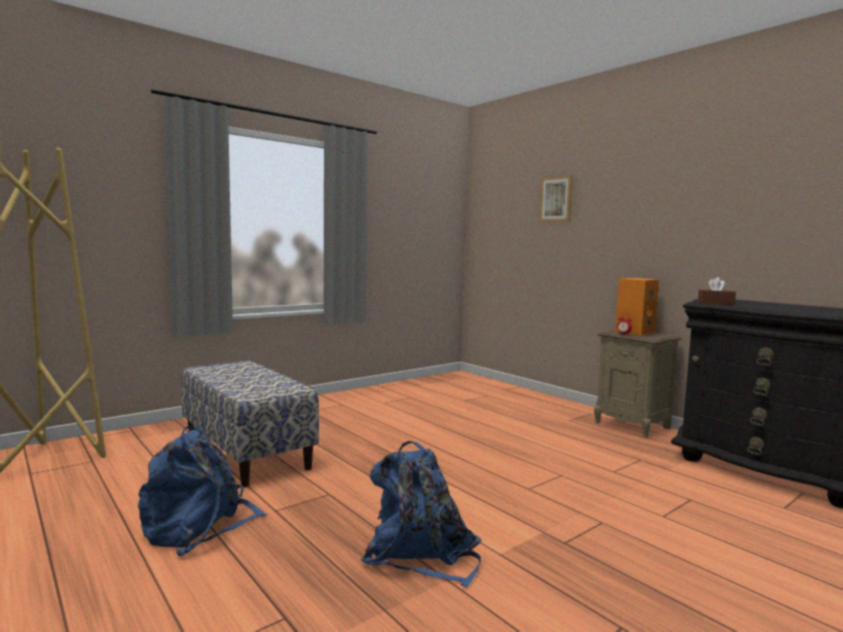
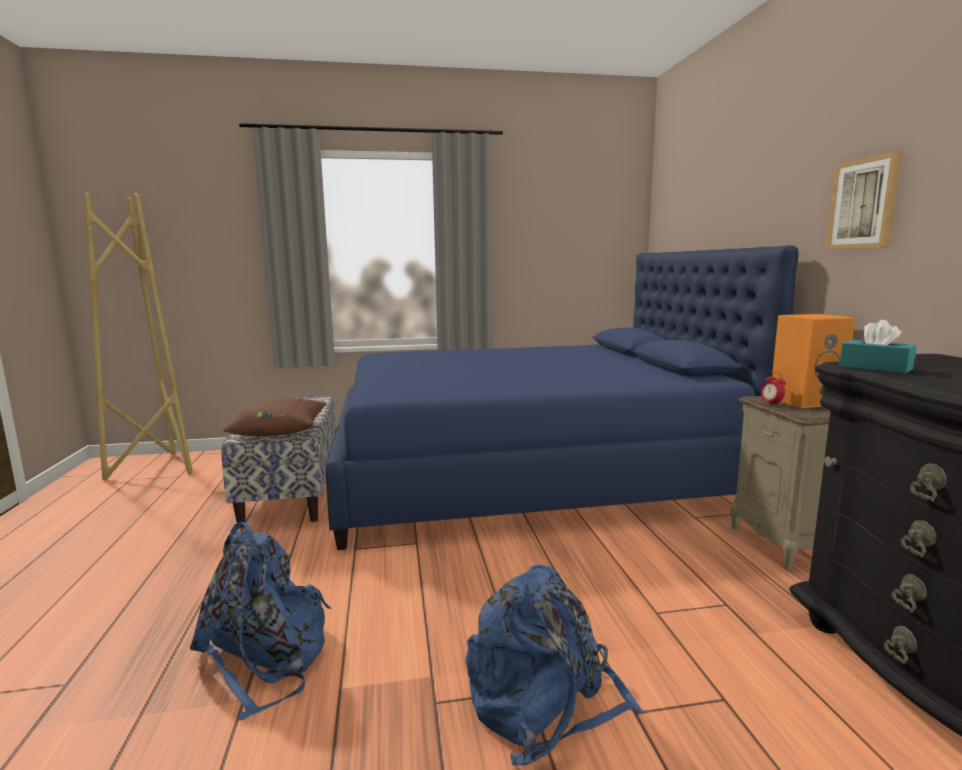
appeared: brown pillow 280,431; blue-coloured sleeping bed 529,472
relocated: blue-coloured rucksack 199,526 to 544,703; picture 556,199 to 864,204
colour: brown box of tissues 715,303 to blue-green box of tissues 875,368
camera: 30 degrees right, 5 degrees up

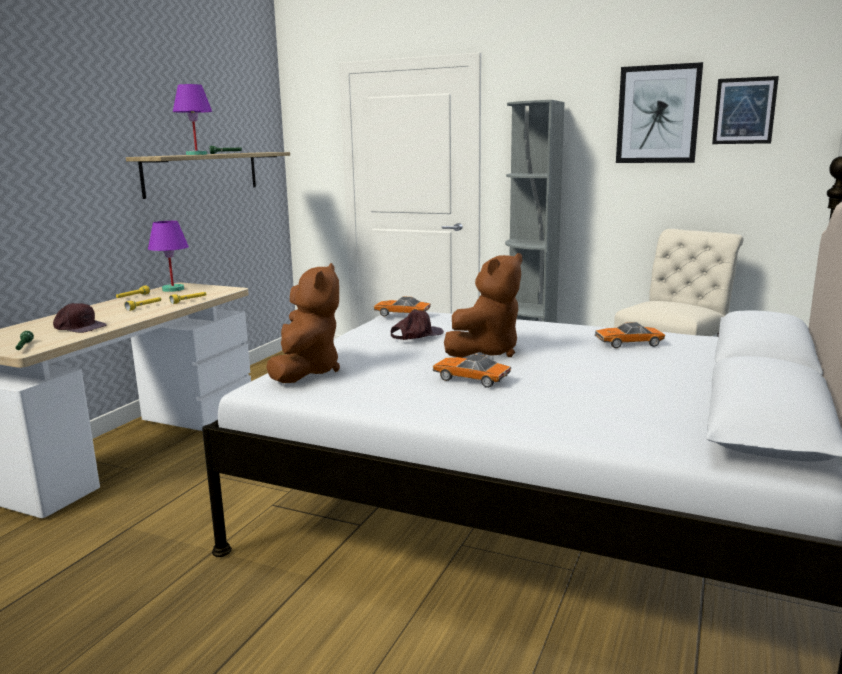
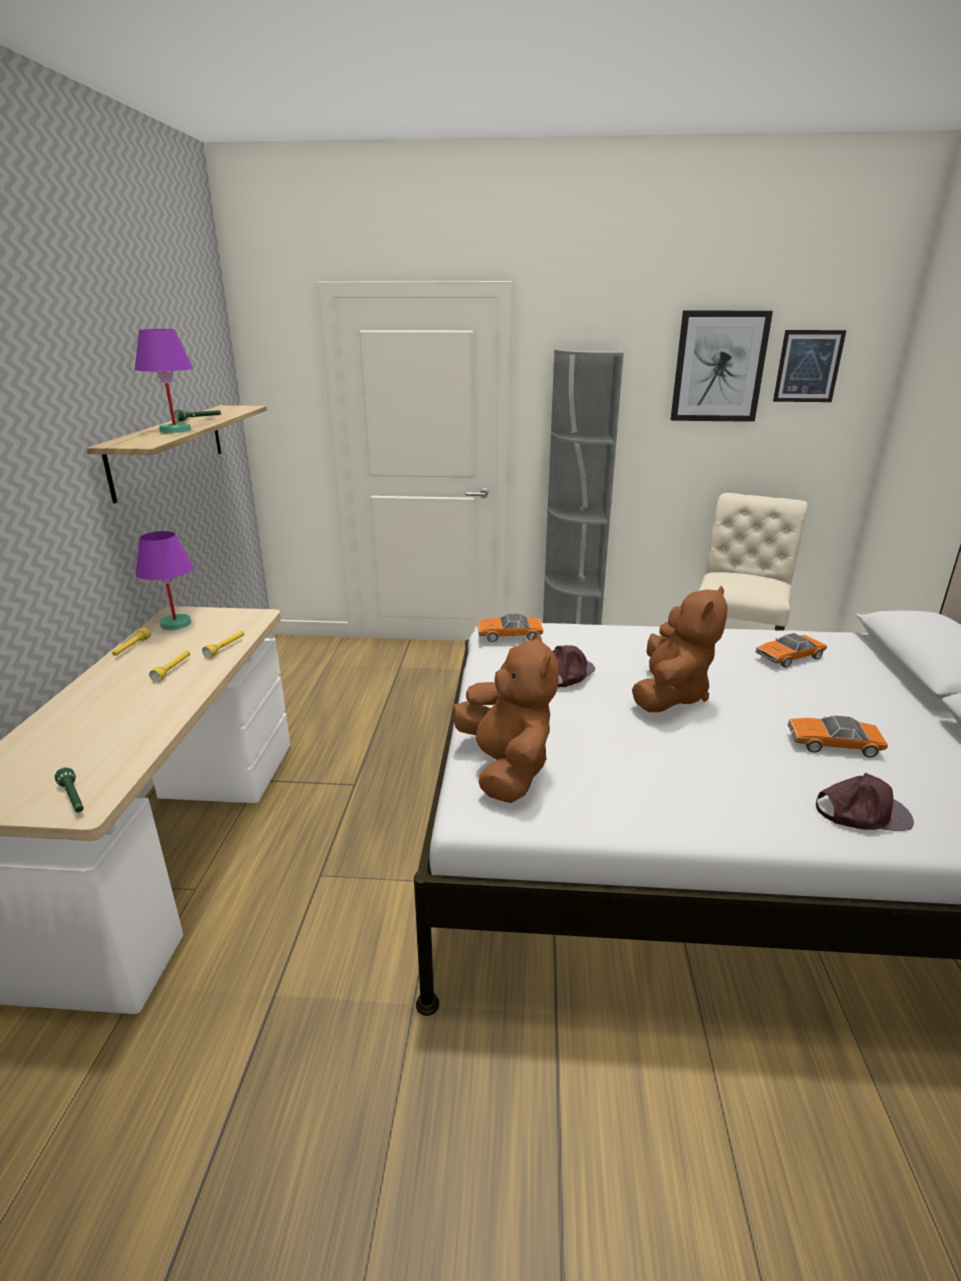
relocated: model car 471,379 to 833,744; brown baseball cap 79,327 to 862,812
camera: 20 degrees left, 10 degrees up

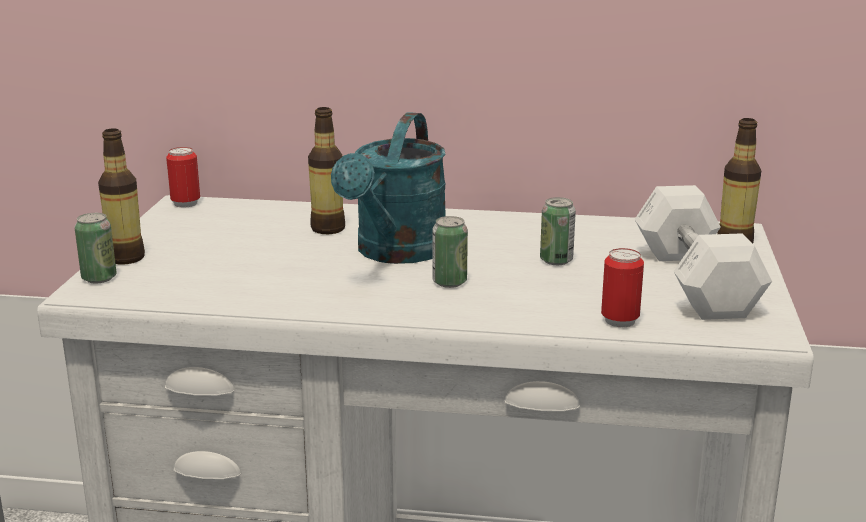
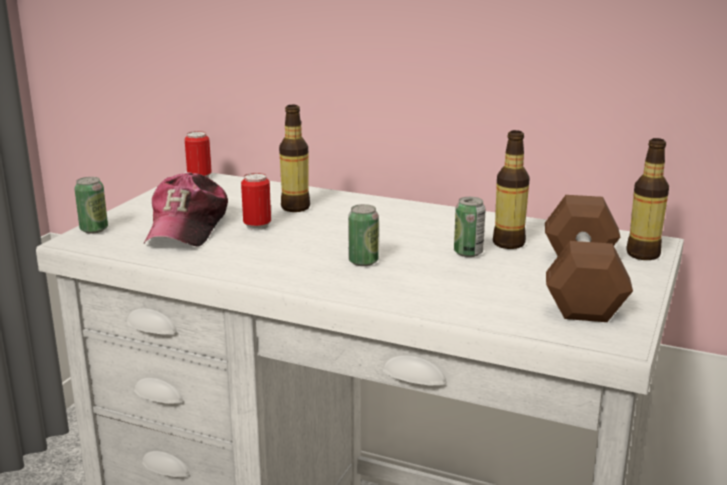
missing: blue-green watering can 396,253
appeared: baseball cap 187,227
relocated: metal can 619,321 to 257,226; bottle 126,258 to 508,243
colour: white hand weight 695,281 to brown hand weight 581,284
camera: 15 degrees right, 0 degrees up

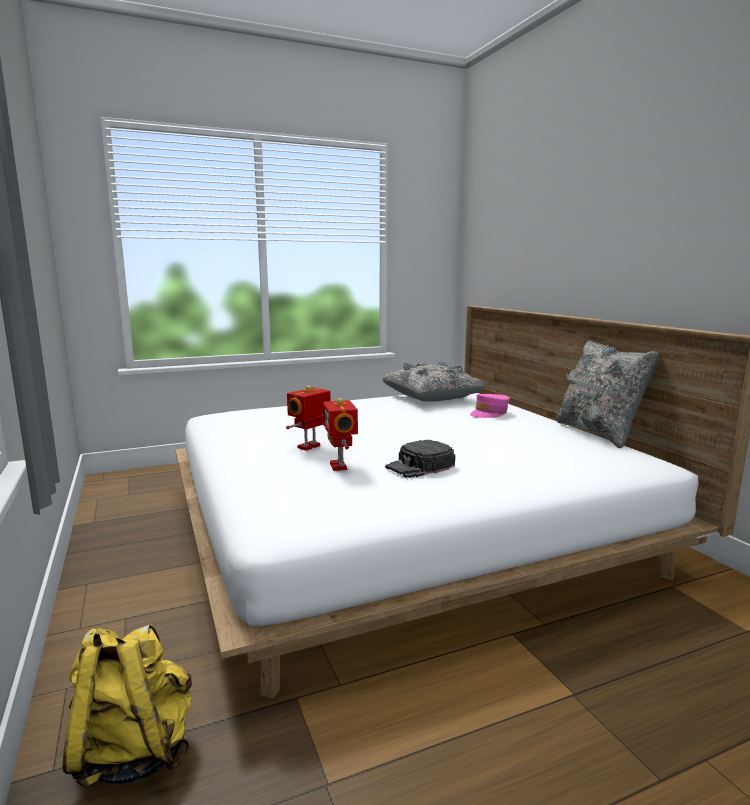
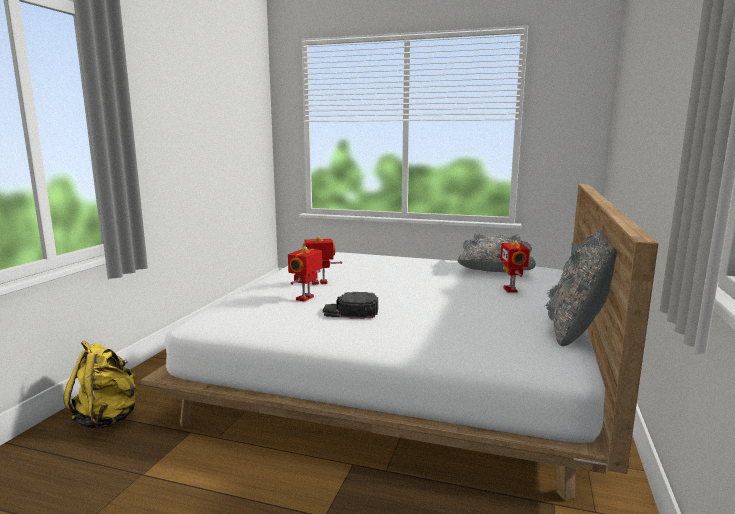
exchanged: pink-coloured baseball cap 489,413 to model robot 511,290
camera: 40 degrees right, 0 degrees up

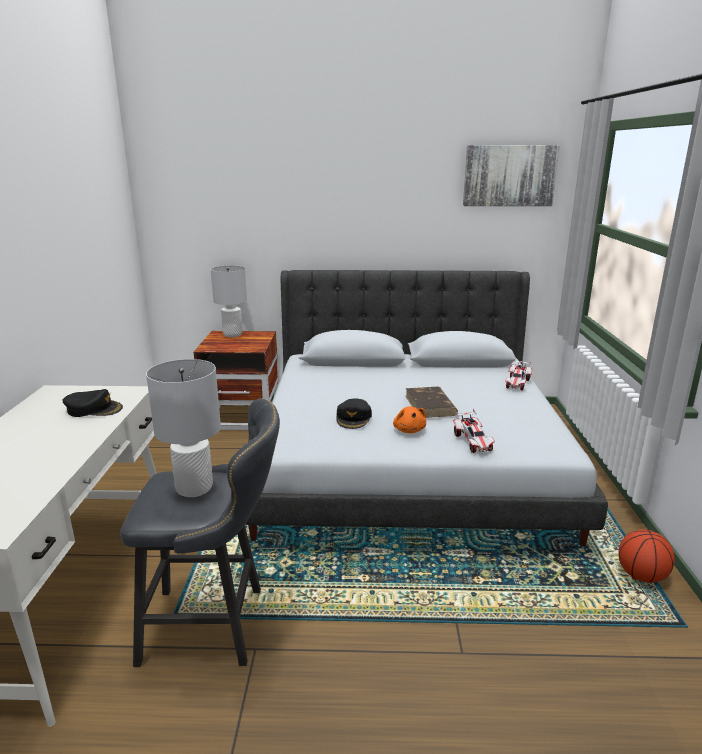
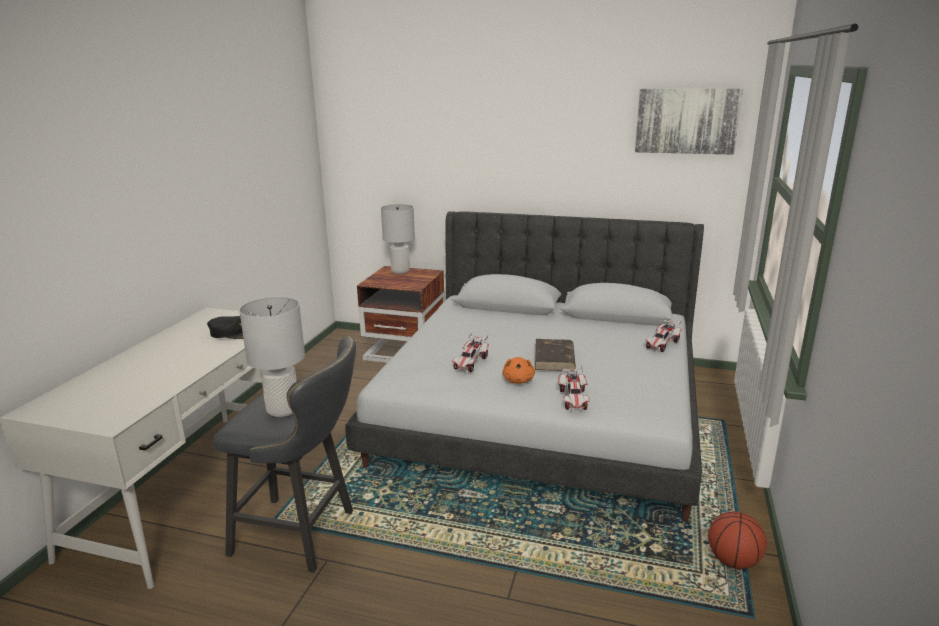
exchanged: blackish baseball cap 354,418 to model car 470,363
camera: 15 degrees right, 0 degrees up

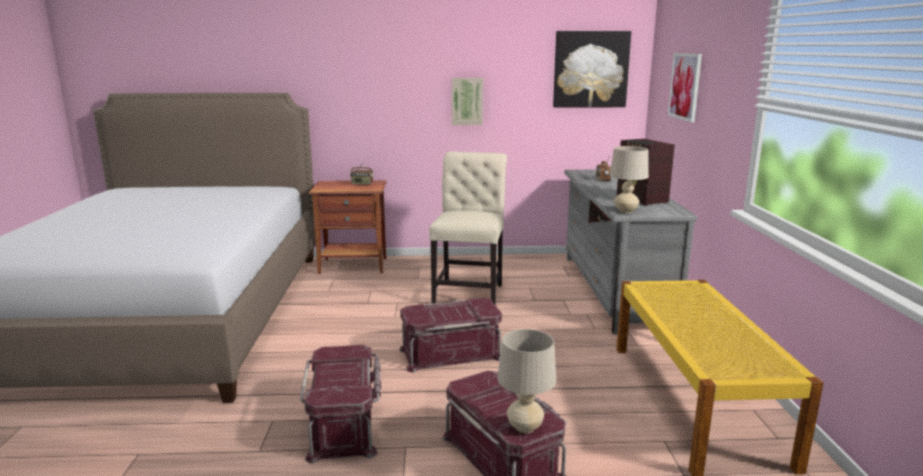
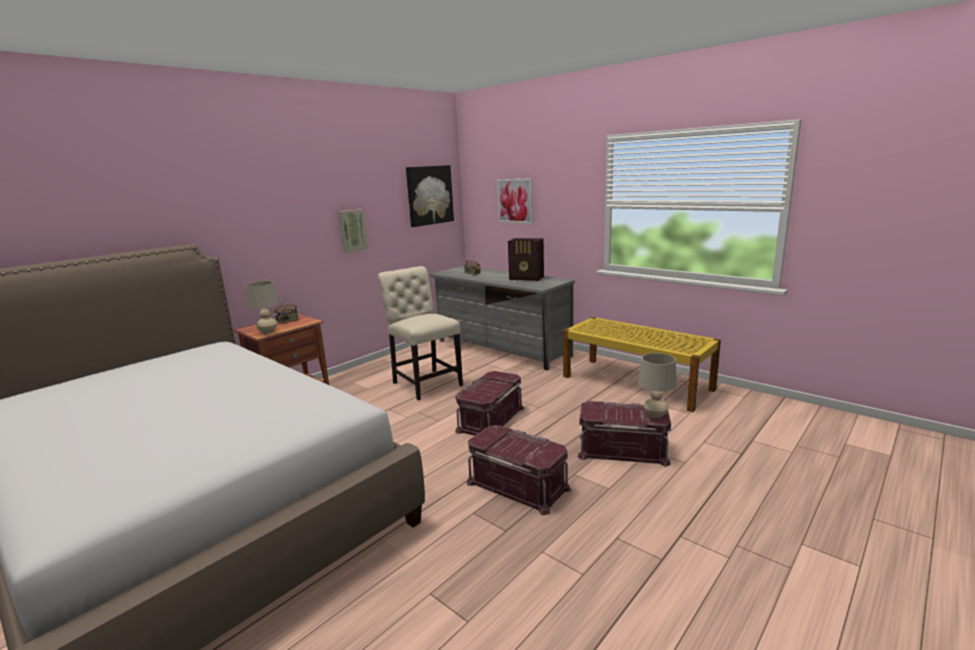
relocated: beige lamp for a table 626,211 to 268,332
camera: 45 degrees left, 0 degrees up

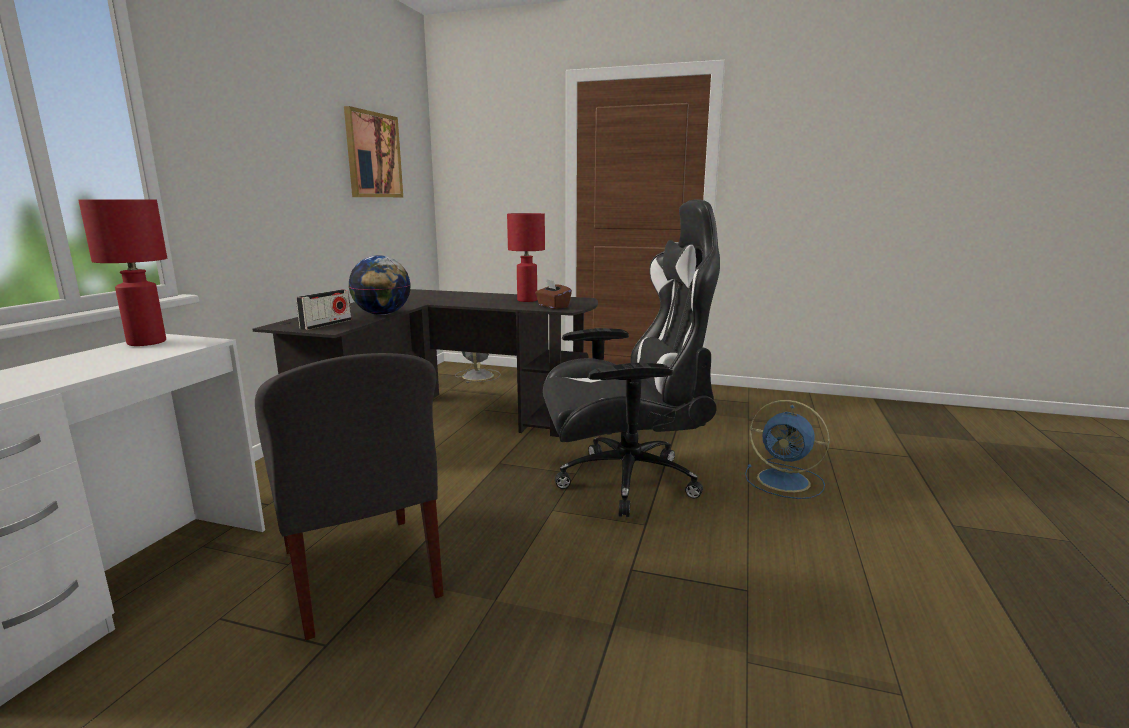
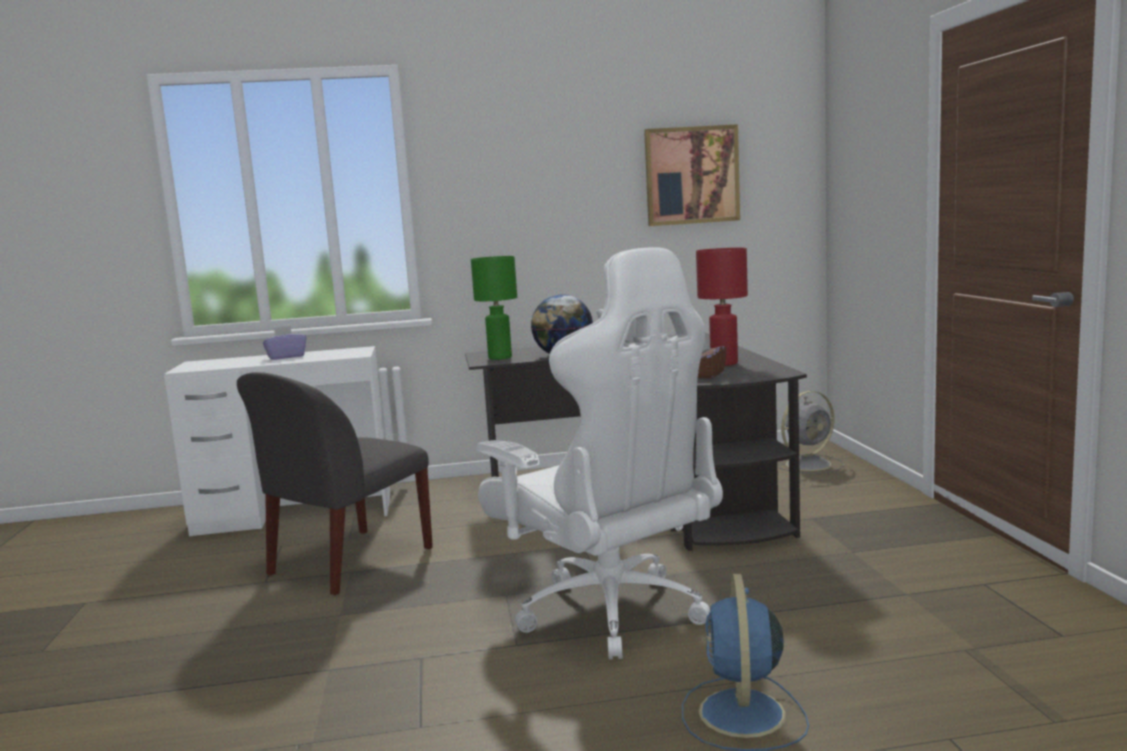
missing: red lamp for a table 147,342
appeared: purplish box of tissues 286,357
exchanged: radio 326,324 to greenish lamp for a table 500,357
colour: blackish computer chair 619,482 to white computer chair 603,609
camera: 65 degrees right, 5 degrees down

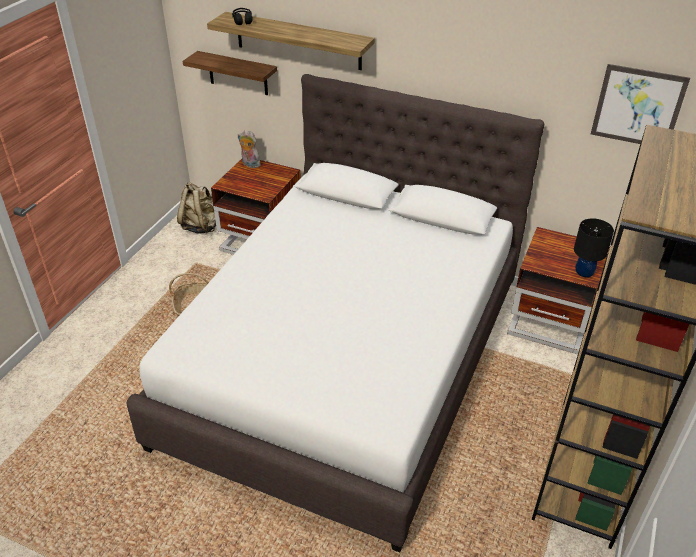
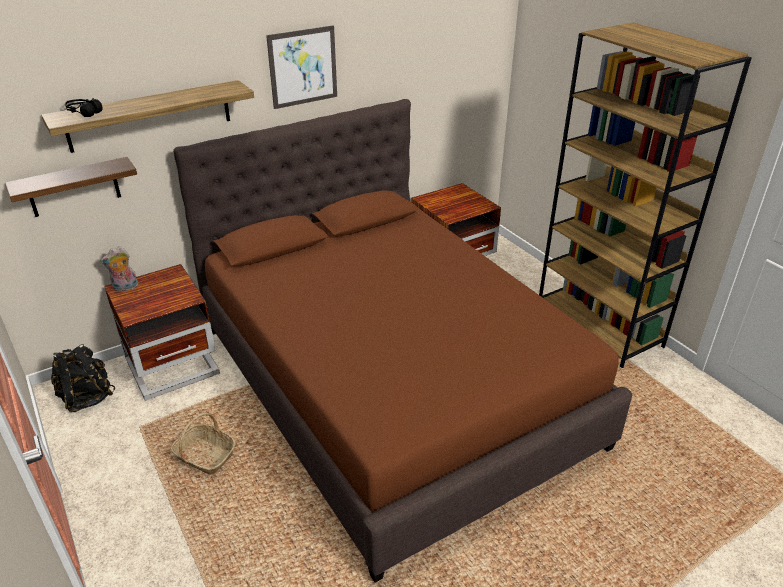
missing: blackish lamp for a table 583,273
relocated: picture 638,106 to 303,67
colour: beige rucksack 201,226 to blackish rucksack 86,398; white sleeping bed 348,360 to brown sleeping bed 391,383
camera: 55 degrees left, 5 degrees down

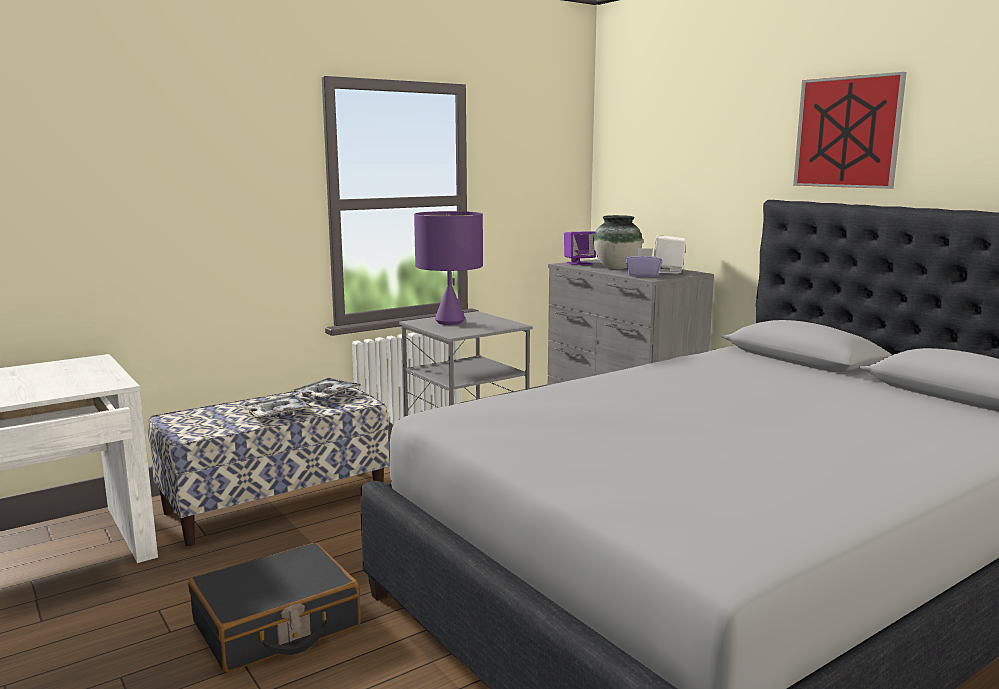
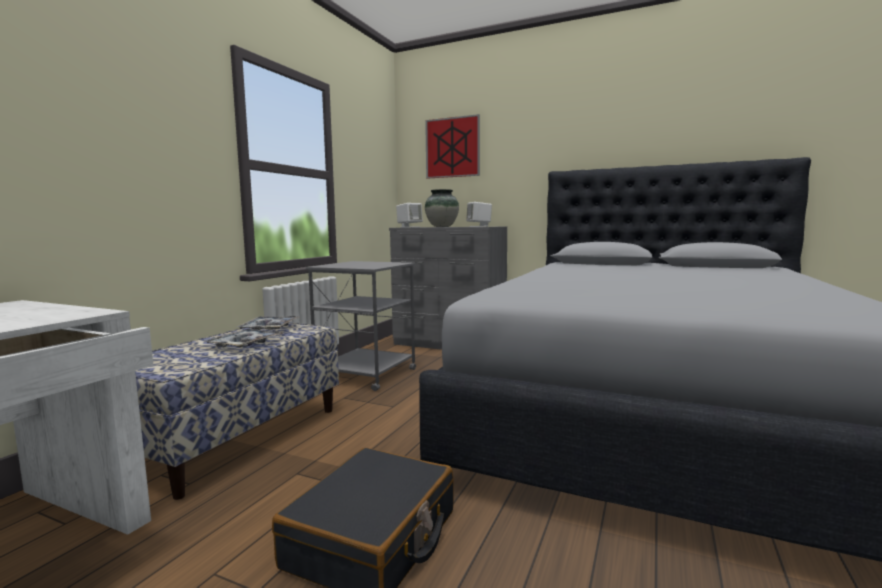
missing: purplish lamp for a table 449,322; purplish box of tissues 643,275
relocated: picture 847,132 to 452,147
colour: purplish loudspeaker 579,263 to white loudspeaker 409,227
camera: 30 degrees left, 5 degrees down

